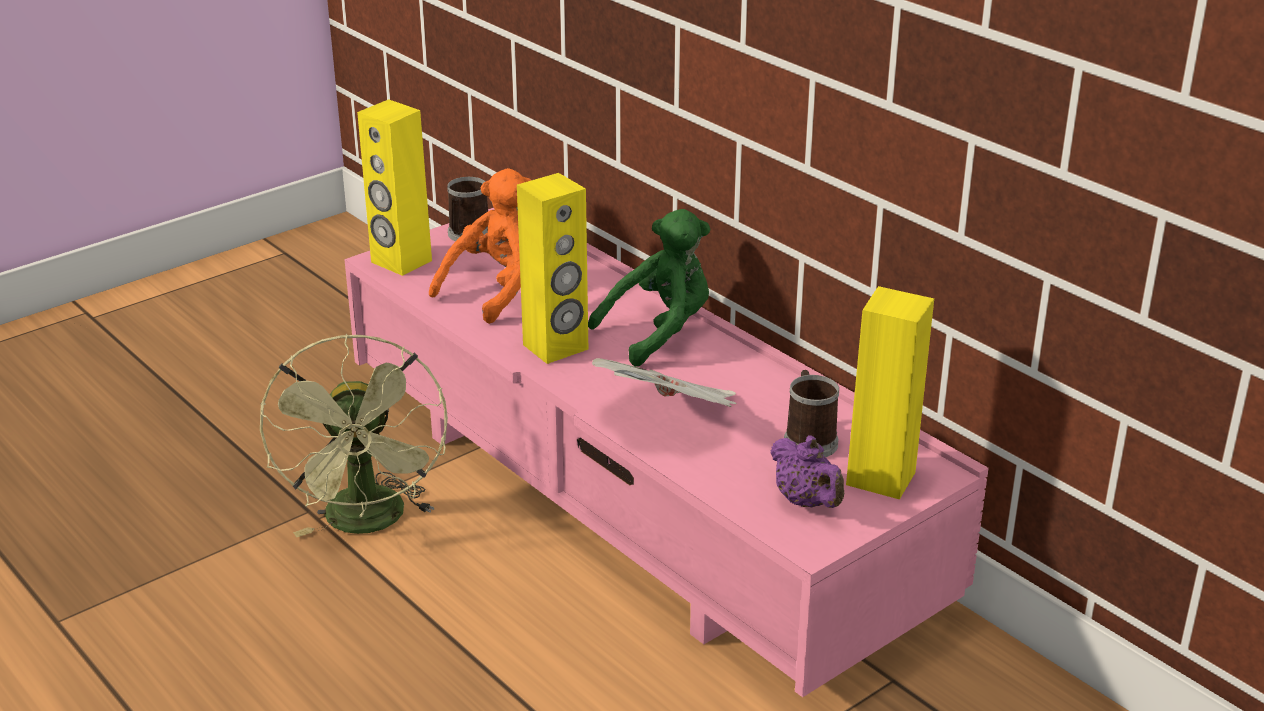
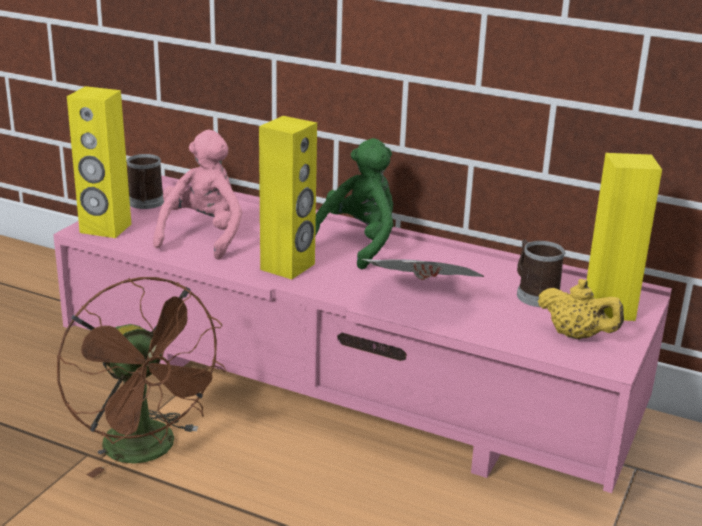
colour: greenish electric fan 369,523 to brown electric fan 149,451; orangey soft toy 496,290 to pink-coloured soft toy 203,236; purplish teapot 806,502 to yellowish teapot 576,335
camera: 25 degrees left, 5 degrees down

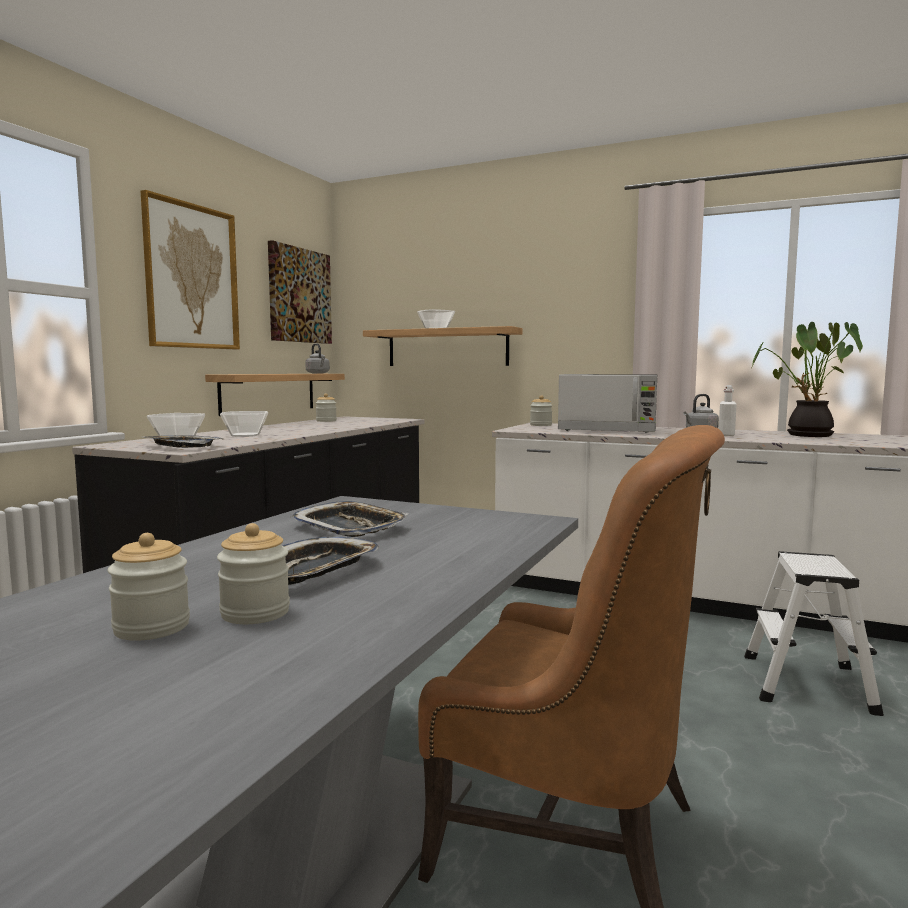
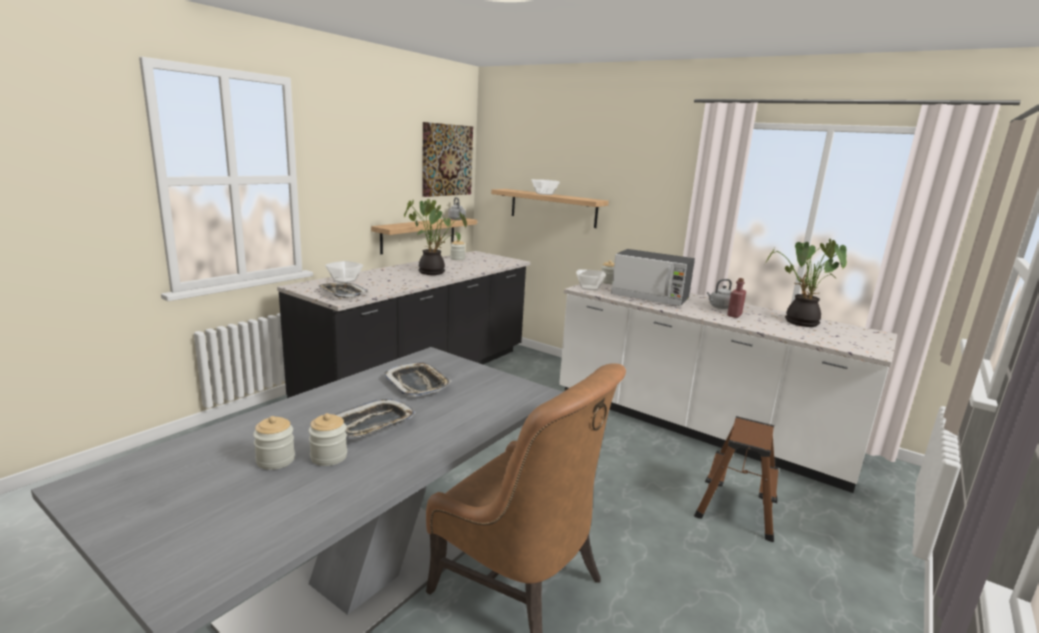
missing: picture 191,277
appeared: potted plant 433,272
relocated: bowl 245,435 to 589,287
colour: white stepladder 807,683 to brown stepladder 736,509; white bottle 726,435 to red bottle 734,315
camera: 10 degrees right, 10 degrees up

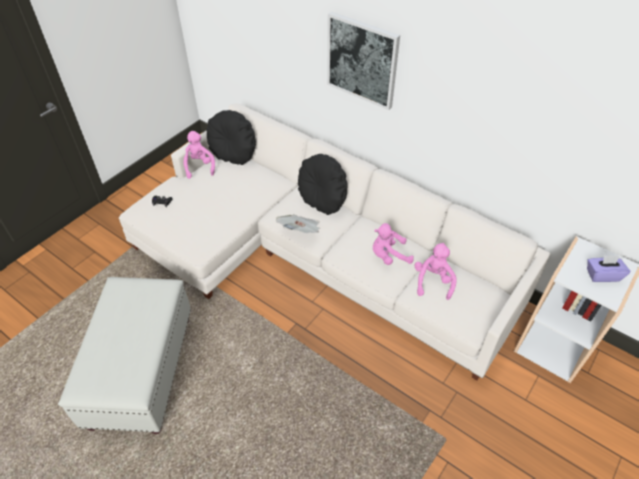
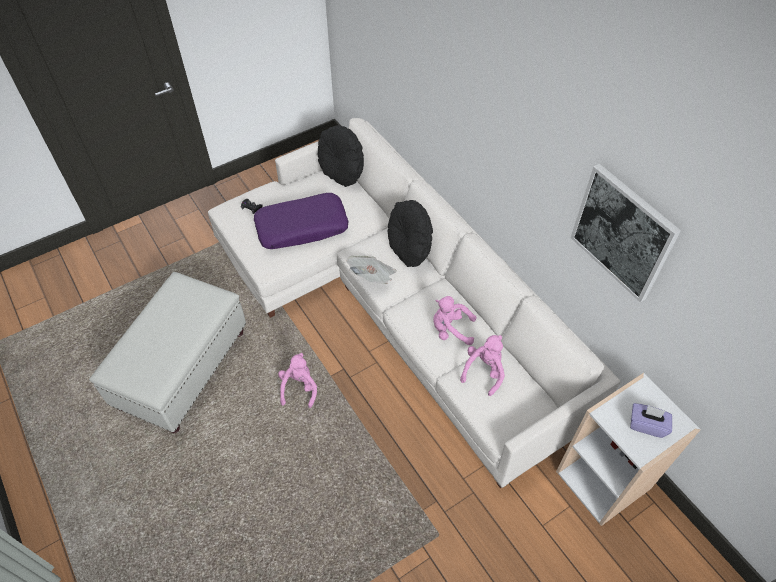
appeared: purplish pillow 302,227
relocated: pink-coloured soft toy 198,166 to 299,388; picture 362,60 to 623,232
camera: 20 degrees right, 5 degrees up

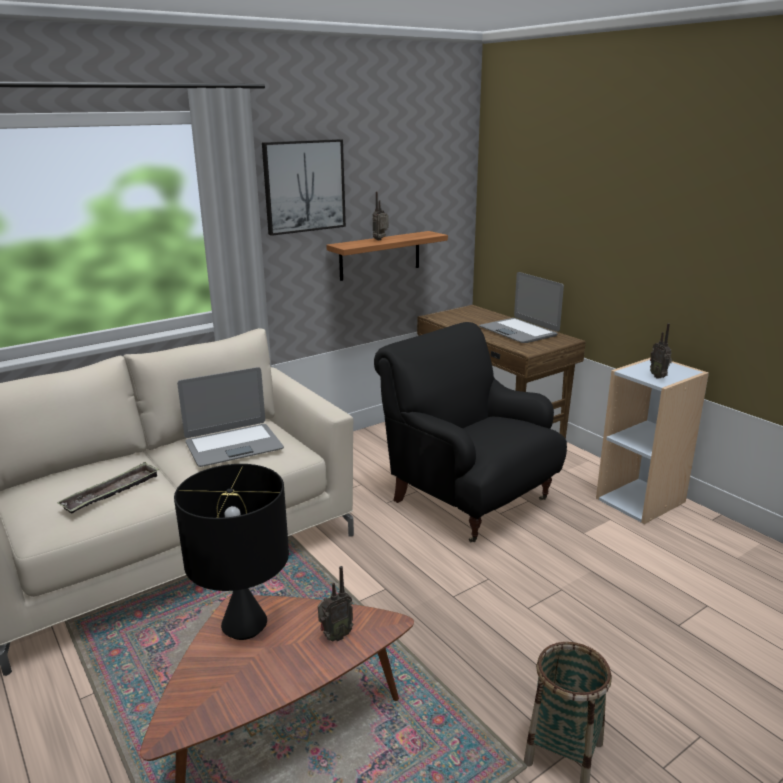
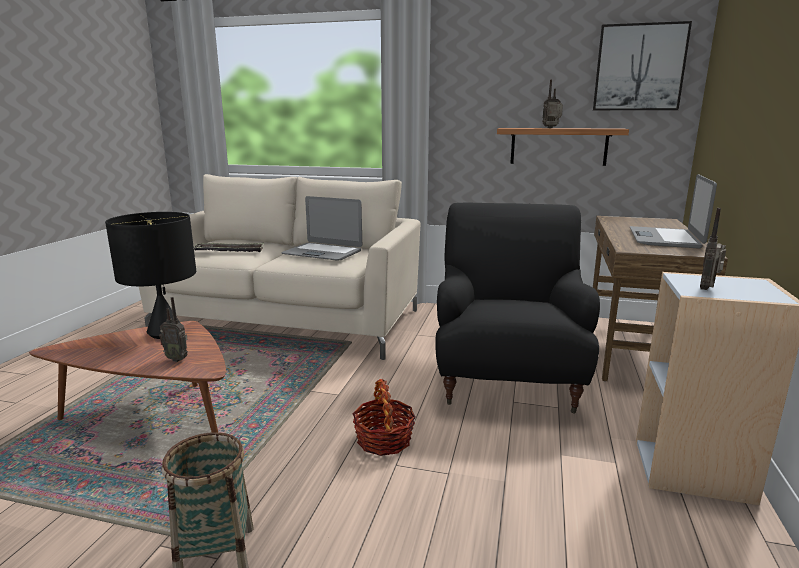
appeared: household basket 383,440
relocated: picture 304,186 to 639,68
camera: 50 degrees right, 5 degrees down

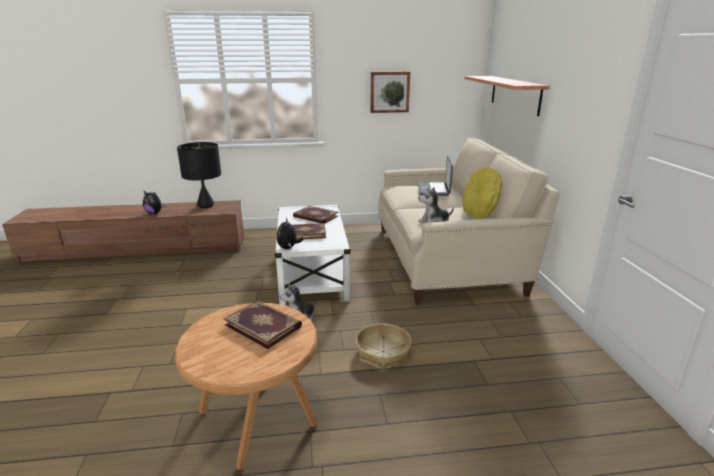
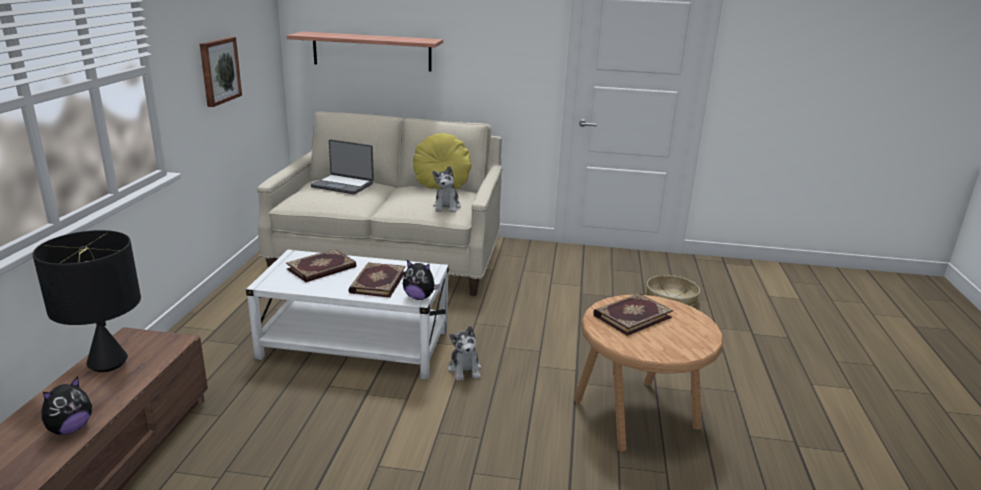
relocated: household basket 383,351 to 671,298
camera: 75 degrees left, 0 degrees up

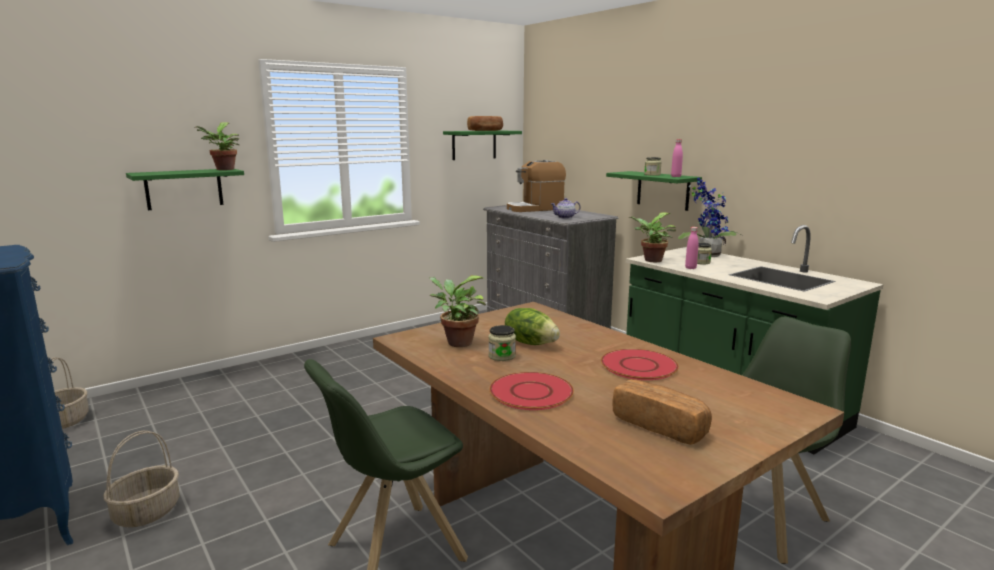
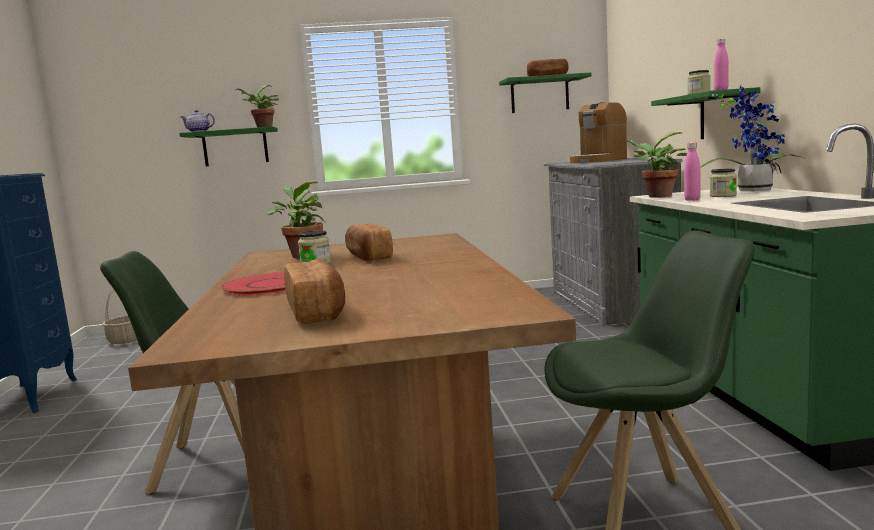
missing: household basket 147,512; red dinner plate 639,366
relocated: teapot 565,217 to 199,131
exchanged: lettuce head 531,343 to bakery bread 368,257
spun: coffee machine 535,209 = 598,160 60 degrees counterclockwise
camera: 30 degrees right, 5 degrees down

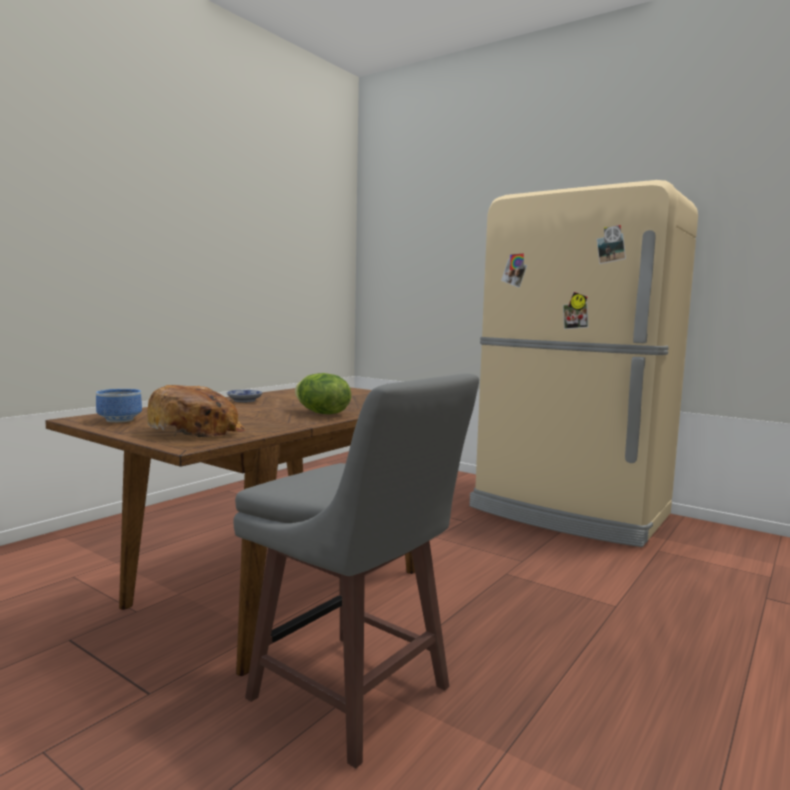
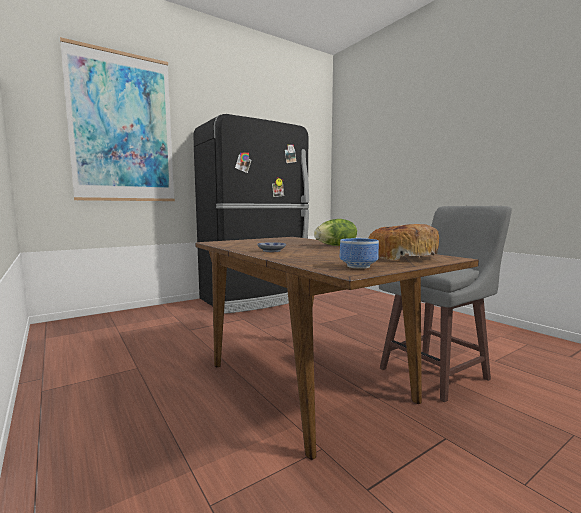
appeared: picture 122,128
colour: beige kitchen fridge 569,512 to blackish kitchen fridge 255,299
camera: 70 degrees left, 0 degrees up

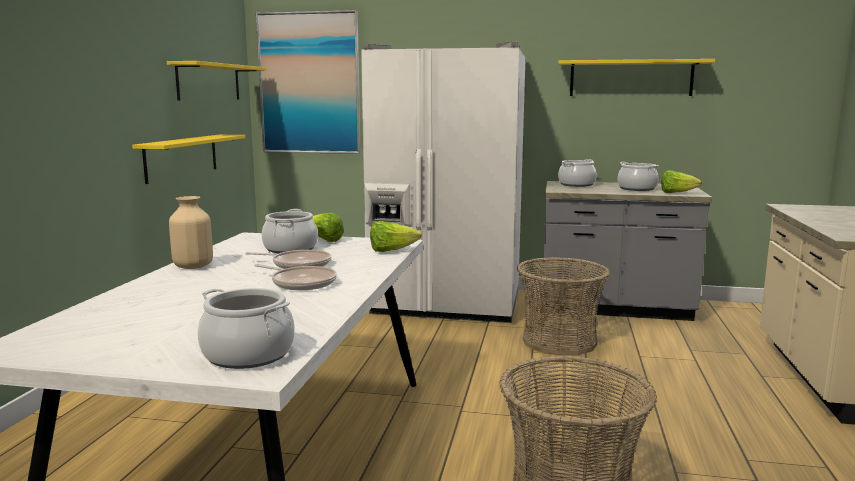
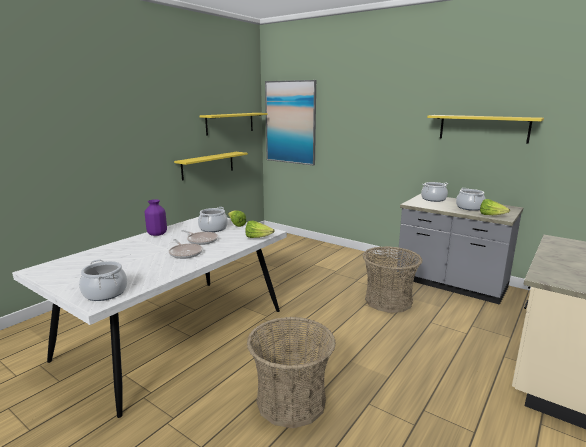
missing: white kitchen fridge 447,303
colour: beige flower vase 193,266 to purplish flower vase 157,234
camera: 25 degrees right, 5 degrees up

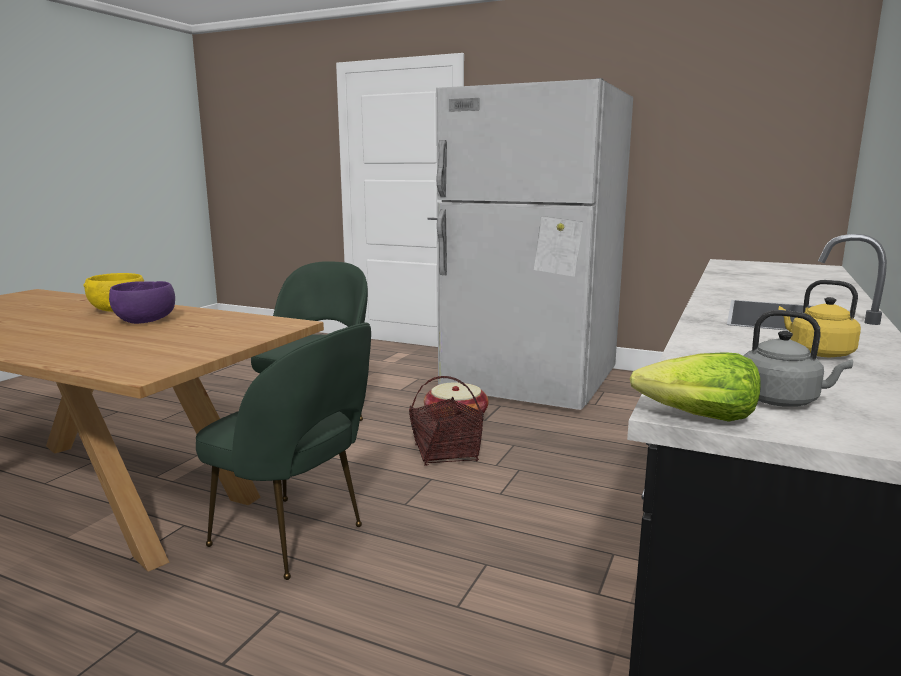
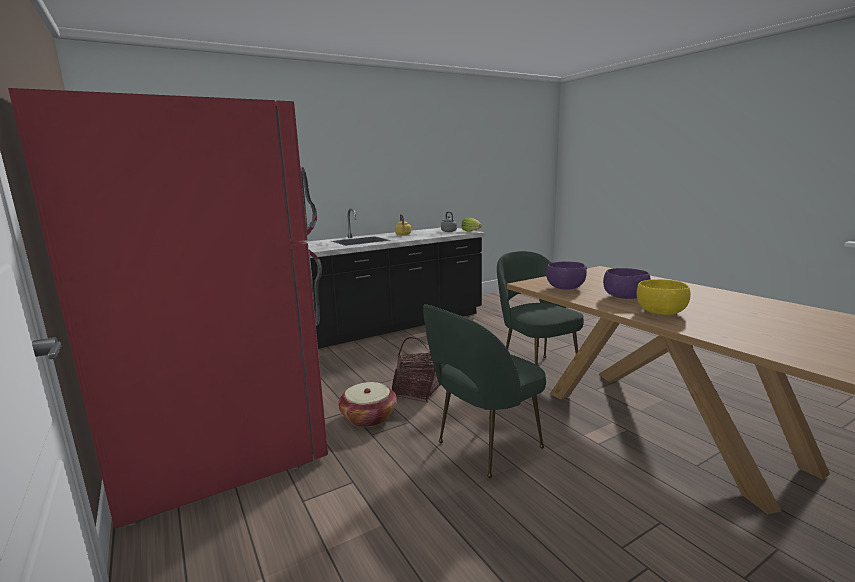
appeared: purplish bowl 565,288
colour: white kitchen fridge 531,380 to red kitchen fridge 220,447
camera: 145 degrees left, 0 degrees up

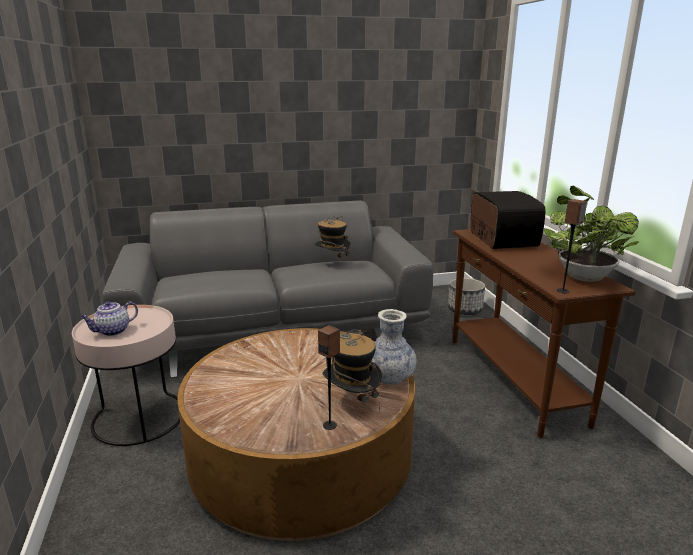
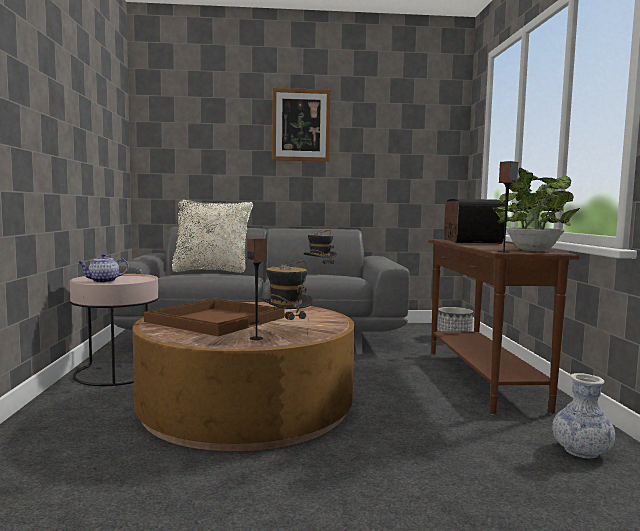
appeared: brown carrying tray 216,319; beige pillow 212,272; picture 301,125
relocated: flower vase 389,377 to 581,451
camera: 10 degrees right, 15 degrees down

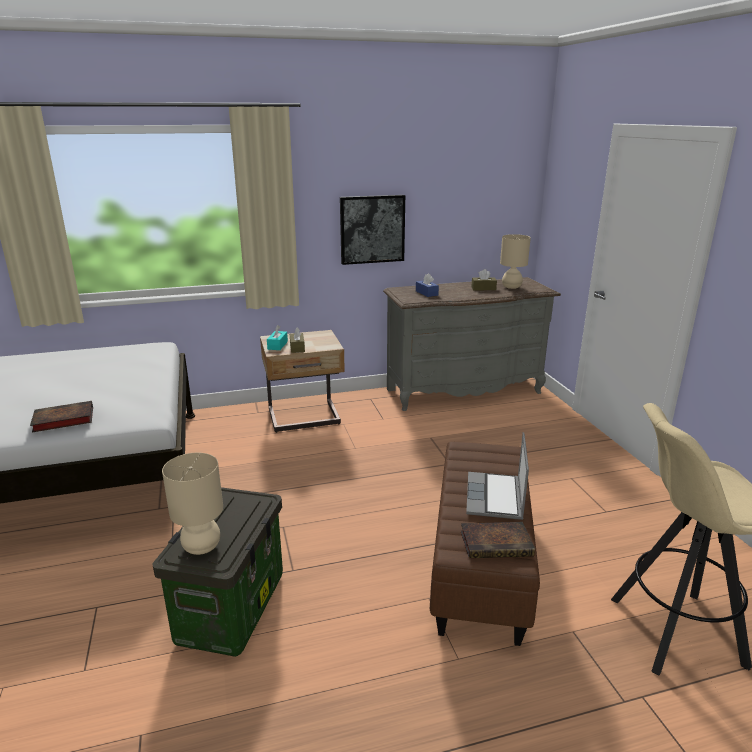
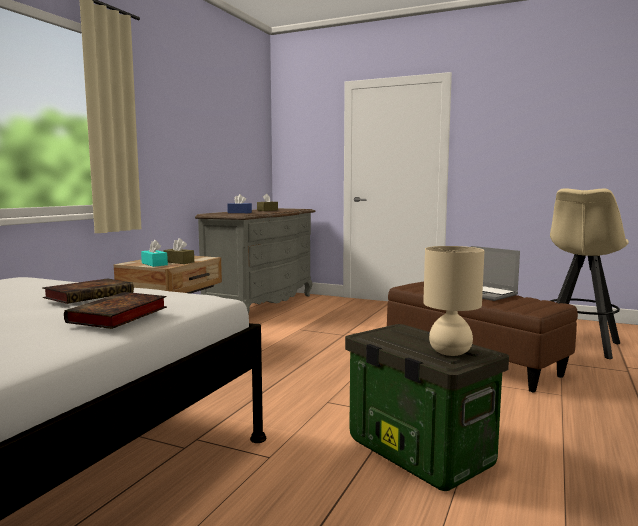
missing: picture 372,229; beige lamp for a table 512,287
relocated: bound book 497,543 to 91,295
camera: 50 degrees left, 15 degrees down

